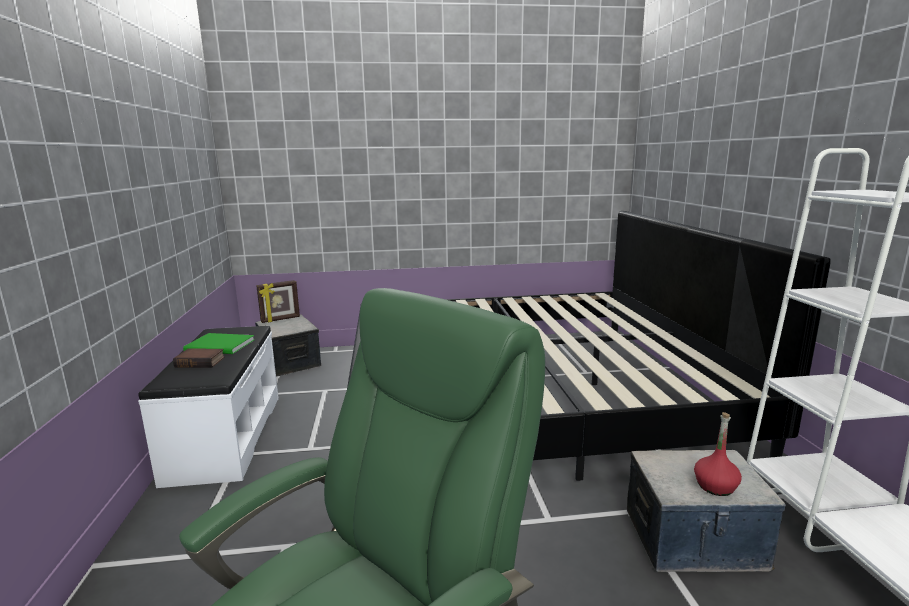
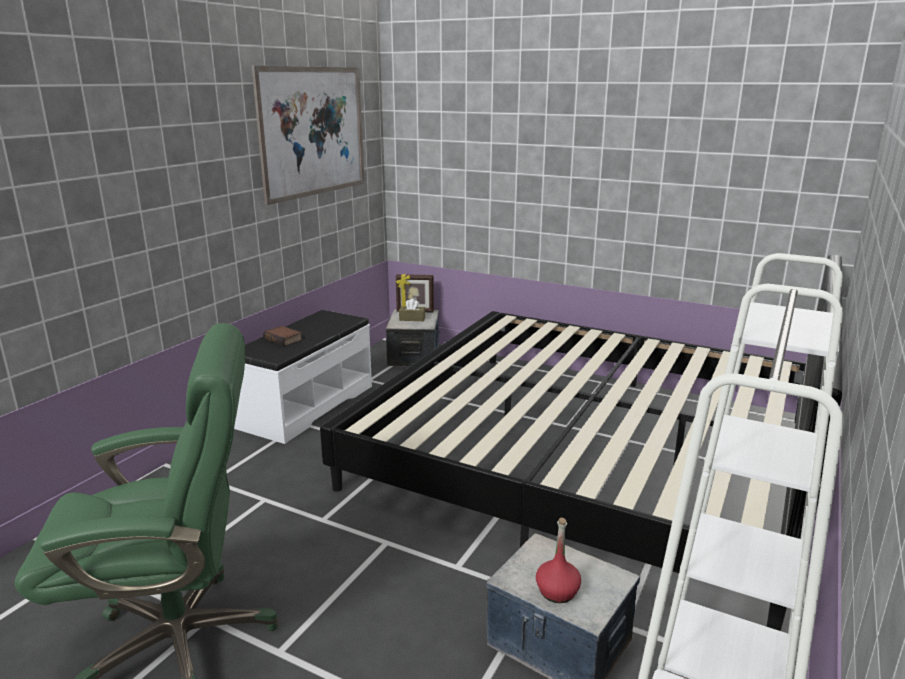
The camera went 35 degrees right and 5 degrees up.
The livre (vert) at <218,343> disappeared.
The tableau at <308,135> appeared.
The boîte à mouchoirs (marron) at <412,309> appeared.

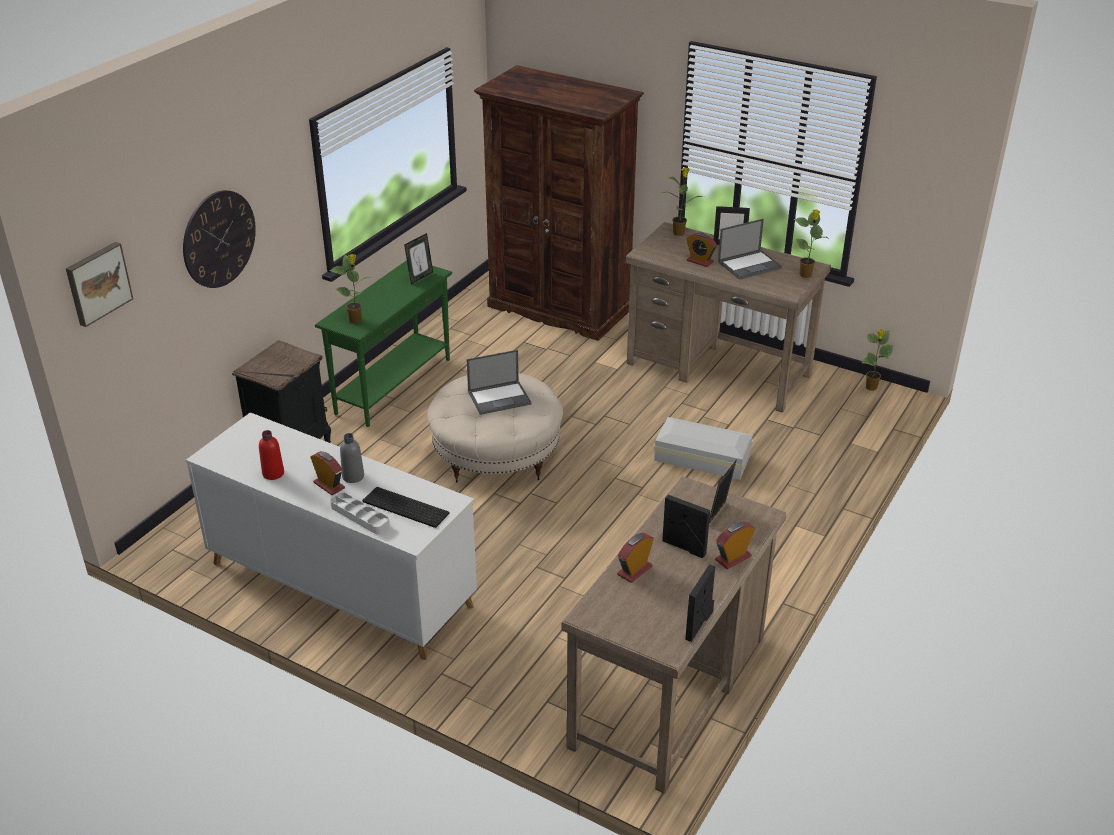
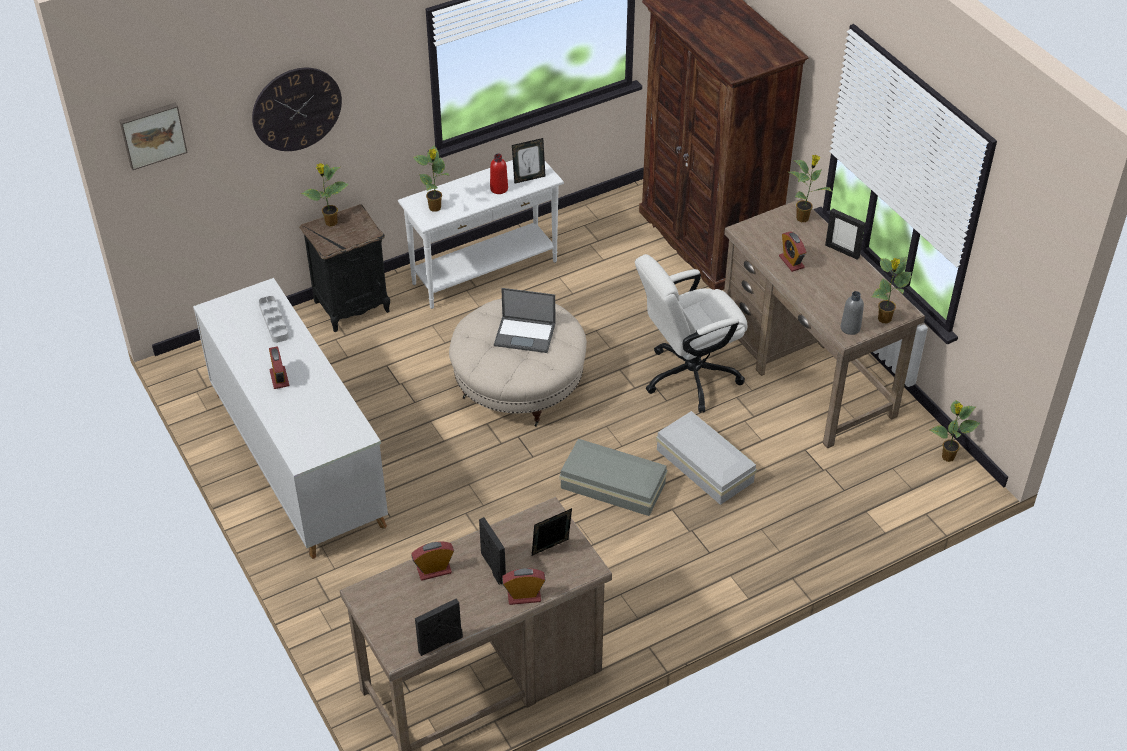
The camera went 30 degrees right and 10 degrees up.
The clavier at <406,507> disappeared.
The ordinateur portable at <750,249> disappeared.
The plante en pot at <325,194> appeared.
The boîte de rangement (gris) at <613,477> appeared.
The chaise de bureau (blanc) at <691,333> appeared.
The bouteille (rouge) moved from <271,455> to <499,173>.
The plateau (gris) moved from <360,513> to <274,319>.
The bouteille (gris) moved from <352,458> to <852,313>.
The table console (vert) at <383,343> became the table console (blanc) at <481,234>.

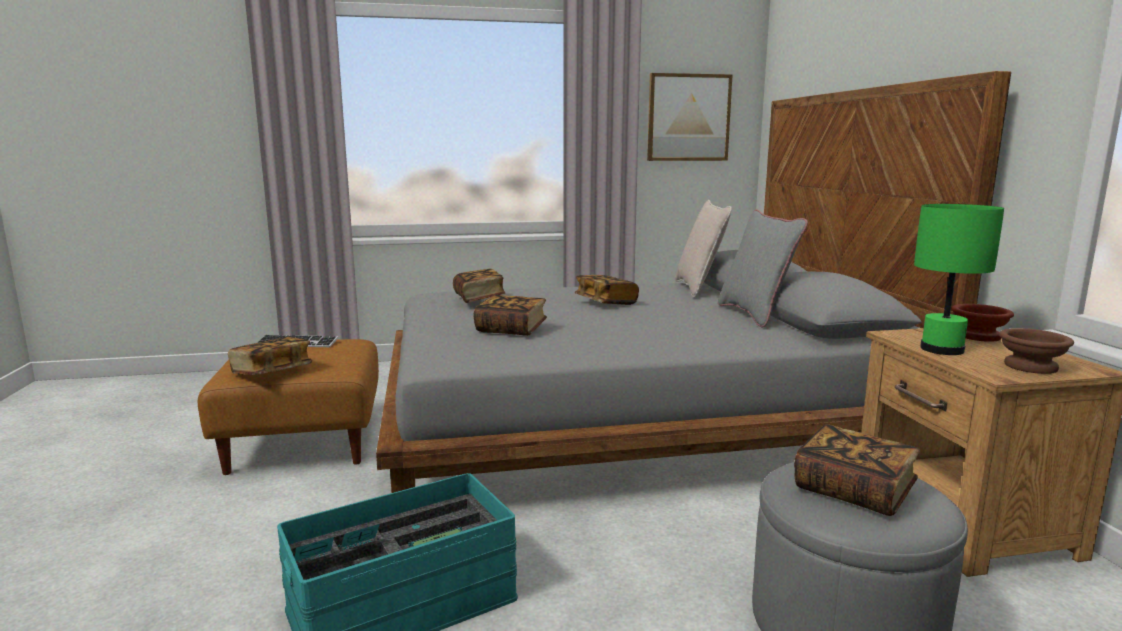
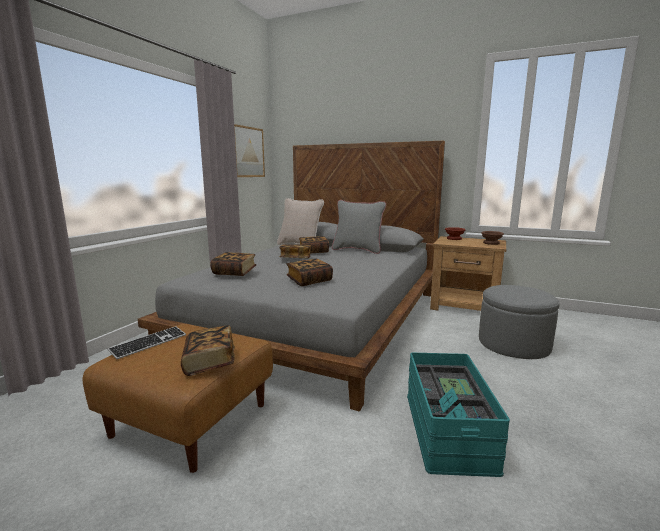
The camera went 55 degrees left and 0 degrees up.
The lampe de table (vert) at <959,279> disappeared.
The livre moved from <857,470> to <314,245>.

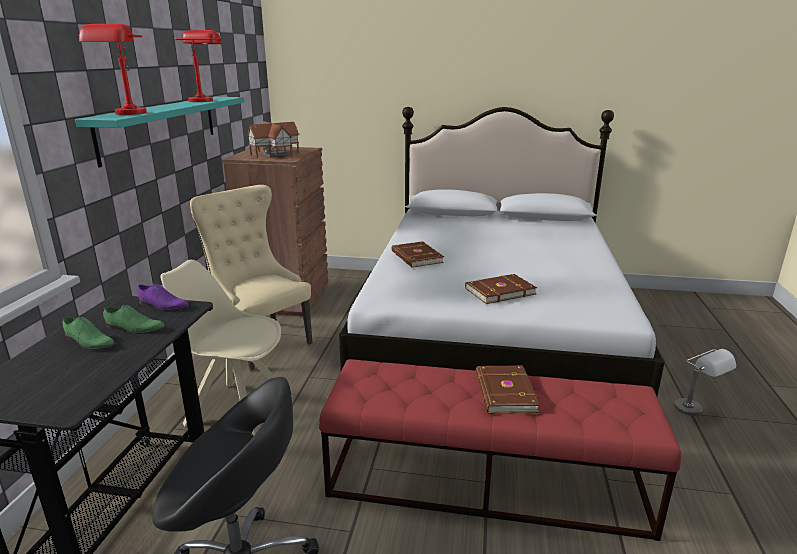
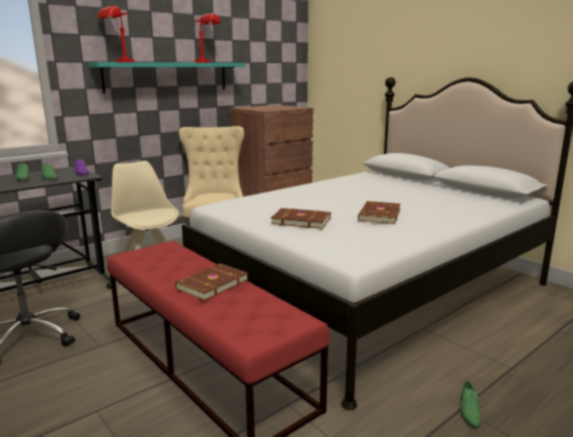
The camera went 40 degrees right and 5 degrees down.
The maison miniature at <273,140> disappeared.
The livre (marron) moved from <417,254> to <379,212>.
The lampe de table (gris) at <705,382> was replaced by the chaussure (vert) at <471,404>.

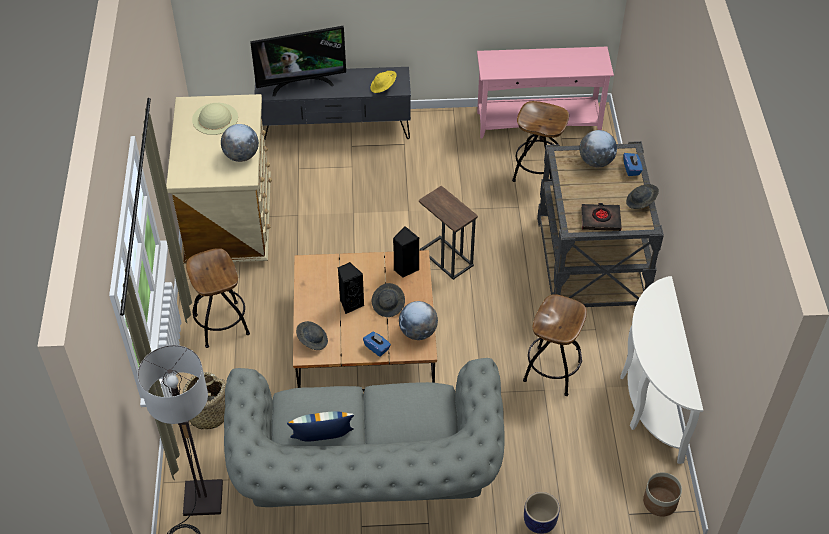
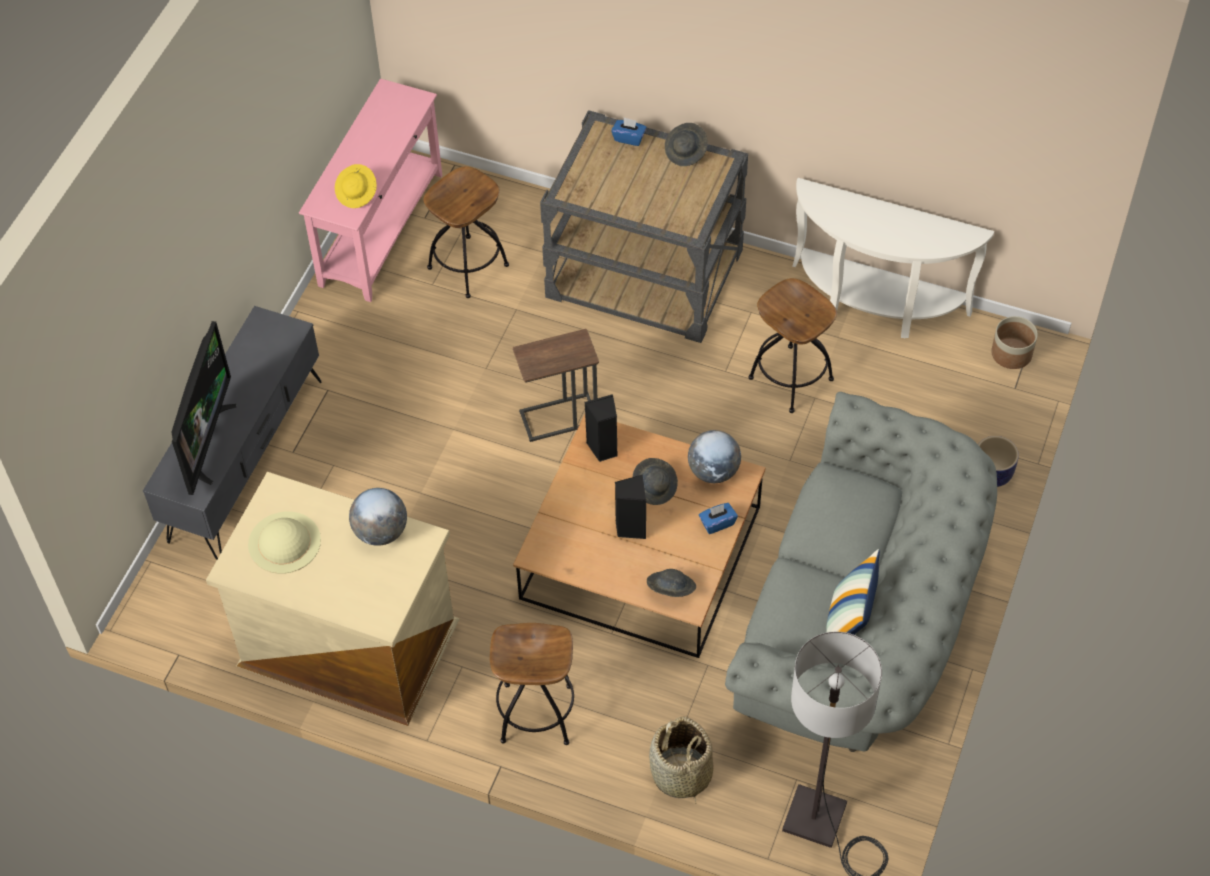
The camera went 65 degrees left and 5 degrees up.
The globe at <598,148> disappeared.
The livre (noir) at <601,217> disappeared.
The chapeau (jaune) moved from <384,82> to <356,186>.

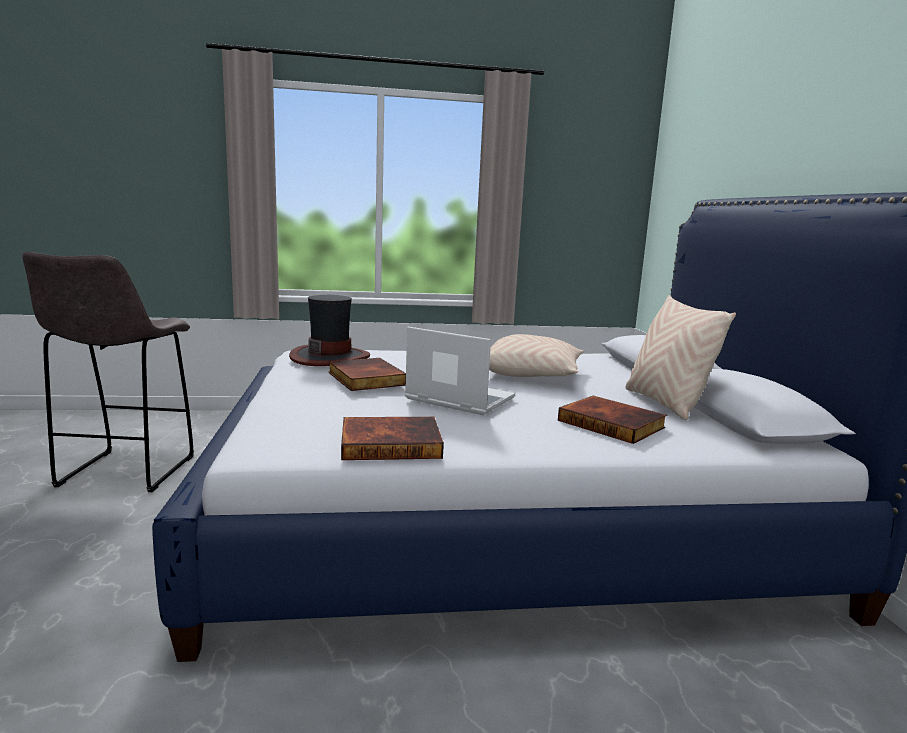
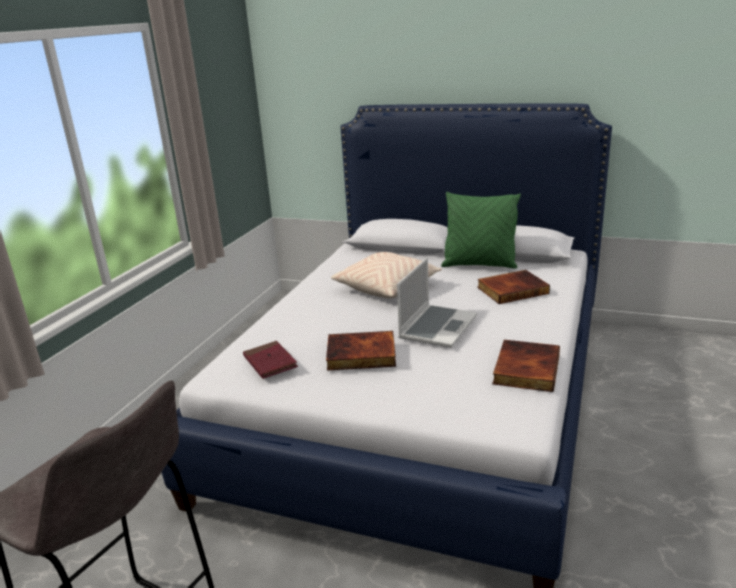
The camera went 60 degrees left and 10 degrees up.
The chapeau at <329,330> was replaced by the livre (rouge) at <270,360>.
The coussin (beige) at <681,357> became the coussin (vert) at <481,230>.
The ordinateur portable at <460,371> turned 150 degrees clockwise.

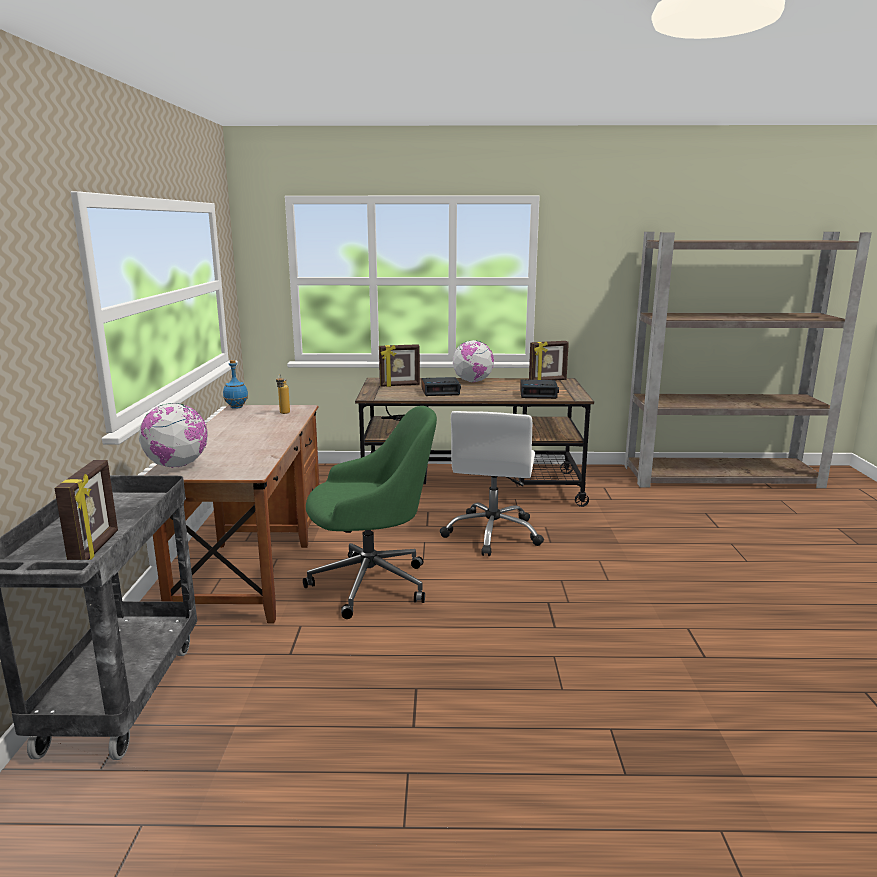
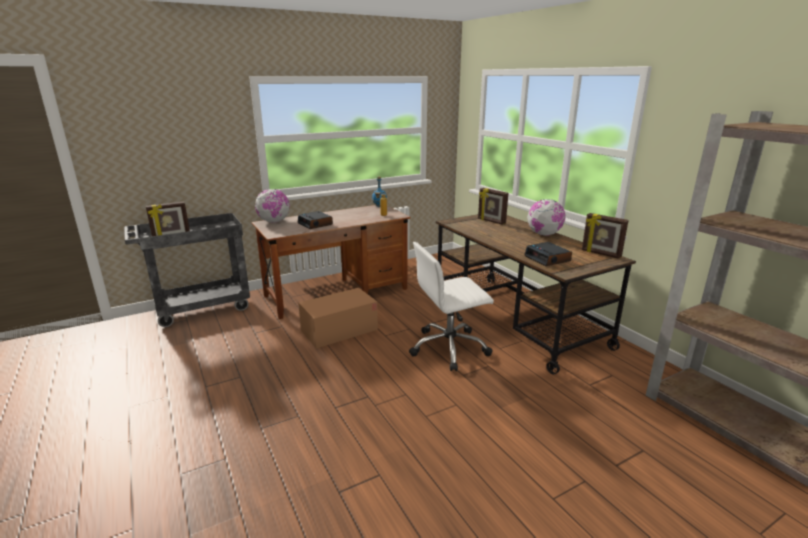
The camera went 60 degrees right and 5 degrees up.
The réveil moved from <441,386> to <315,220>.
The chaise de bureau (vert) at <370,512> was replaced by the carton at <338,318>.

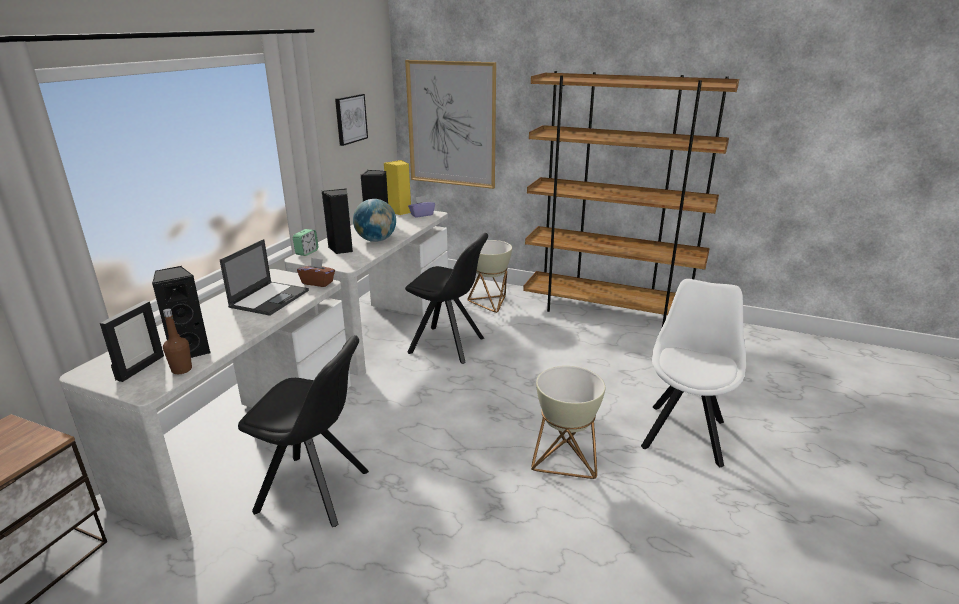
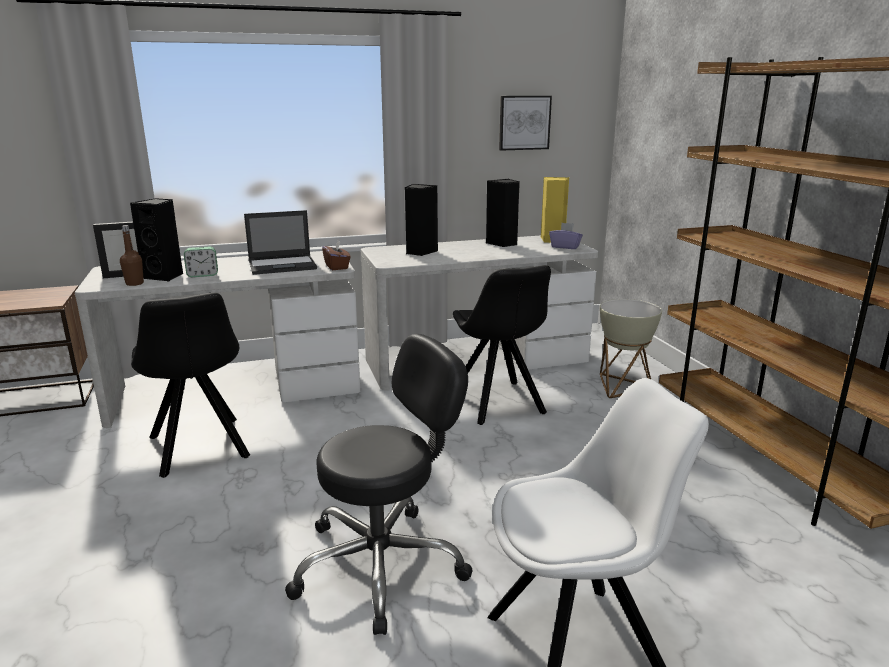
The camera went 50 degrees right and 5 degrees down.
The globe at <374,220> disappeared.
The tableau at <450,124> disappeared.
The réveil moved from <305,242> to <201,262>.
The cache-pot at <568,422> was replaced by the chaise de bureau (noir) at <379,484>.

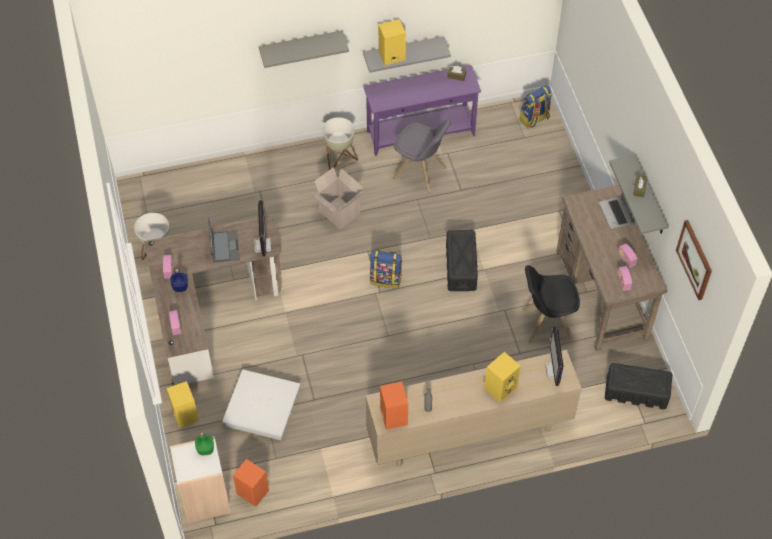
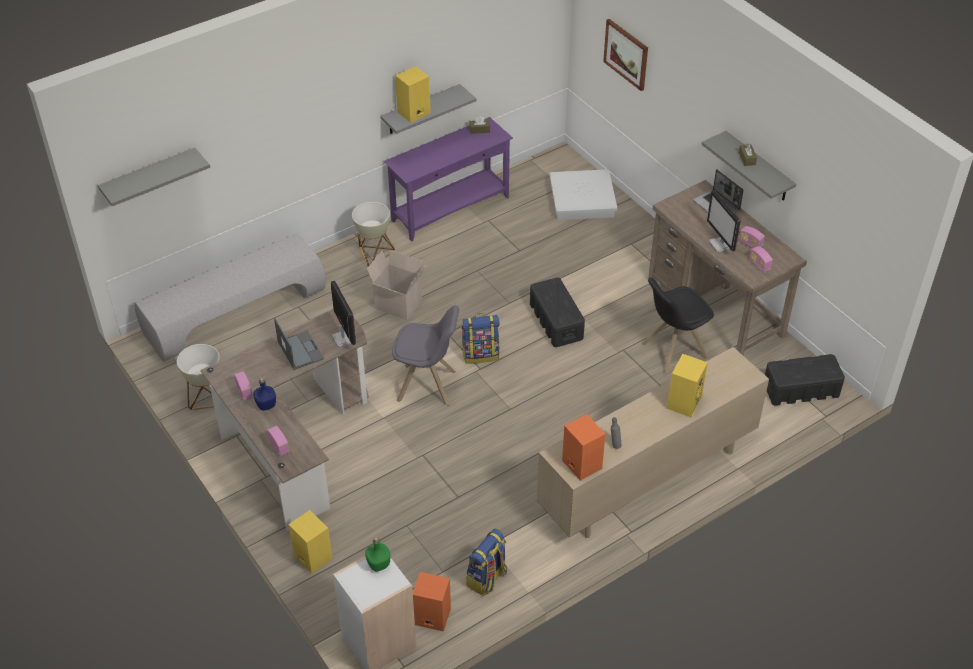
The camera went 20 degrees left and 10 degrees down.
The banc (gris) at <230,298> appeared.
The boîte de rangement (blanc) moved from <261,404> to <583,194>.
The étagère (gris) moved from <304,49> to <154,177>.
The chaise (gris) moved from <422,156> to <425,355>.
The sac à dos moved from <536,107> to <486,562>.
The écran d'ordinateur moved from <555,356> to <724,221>.
The tableau moved from <694,260> to <625,55>.

